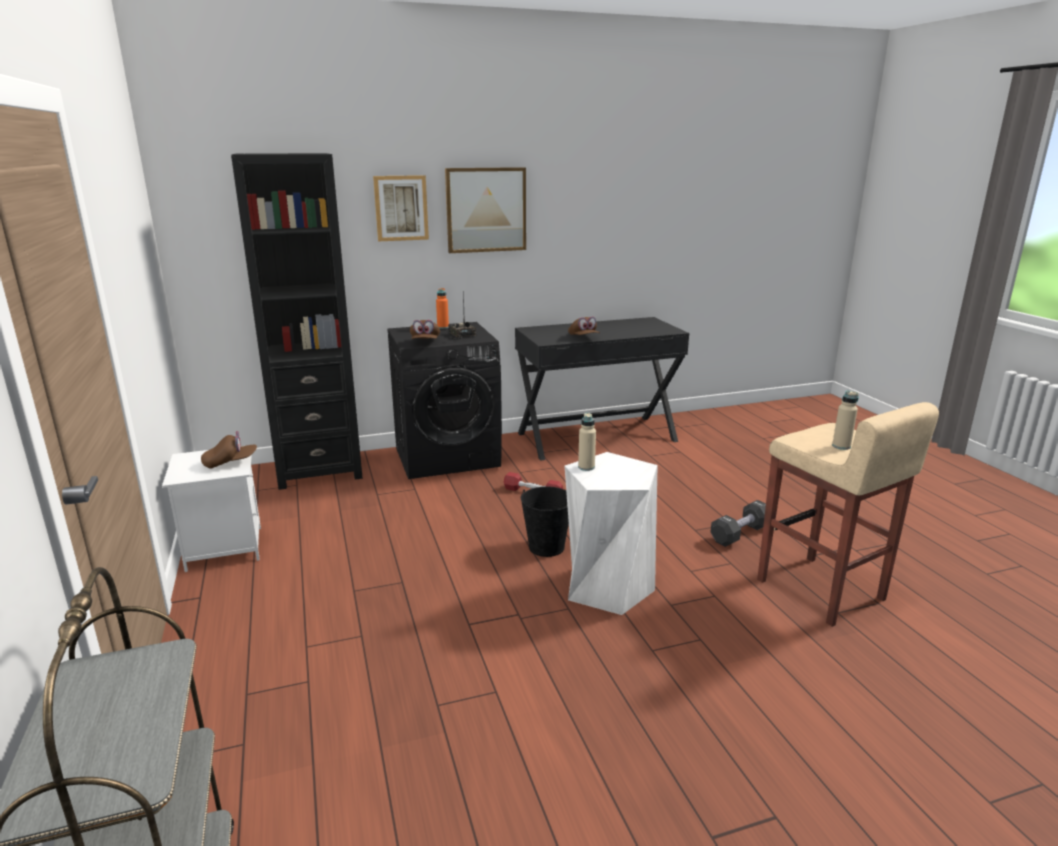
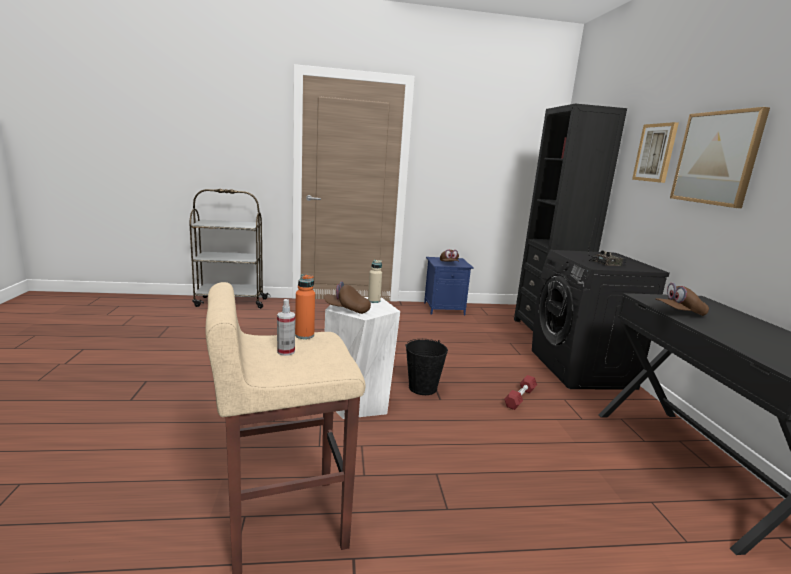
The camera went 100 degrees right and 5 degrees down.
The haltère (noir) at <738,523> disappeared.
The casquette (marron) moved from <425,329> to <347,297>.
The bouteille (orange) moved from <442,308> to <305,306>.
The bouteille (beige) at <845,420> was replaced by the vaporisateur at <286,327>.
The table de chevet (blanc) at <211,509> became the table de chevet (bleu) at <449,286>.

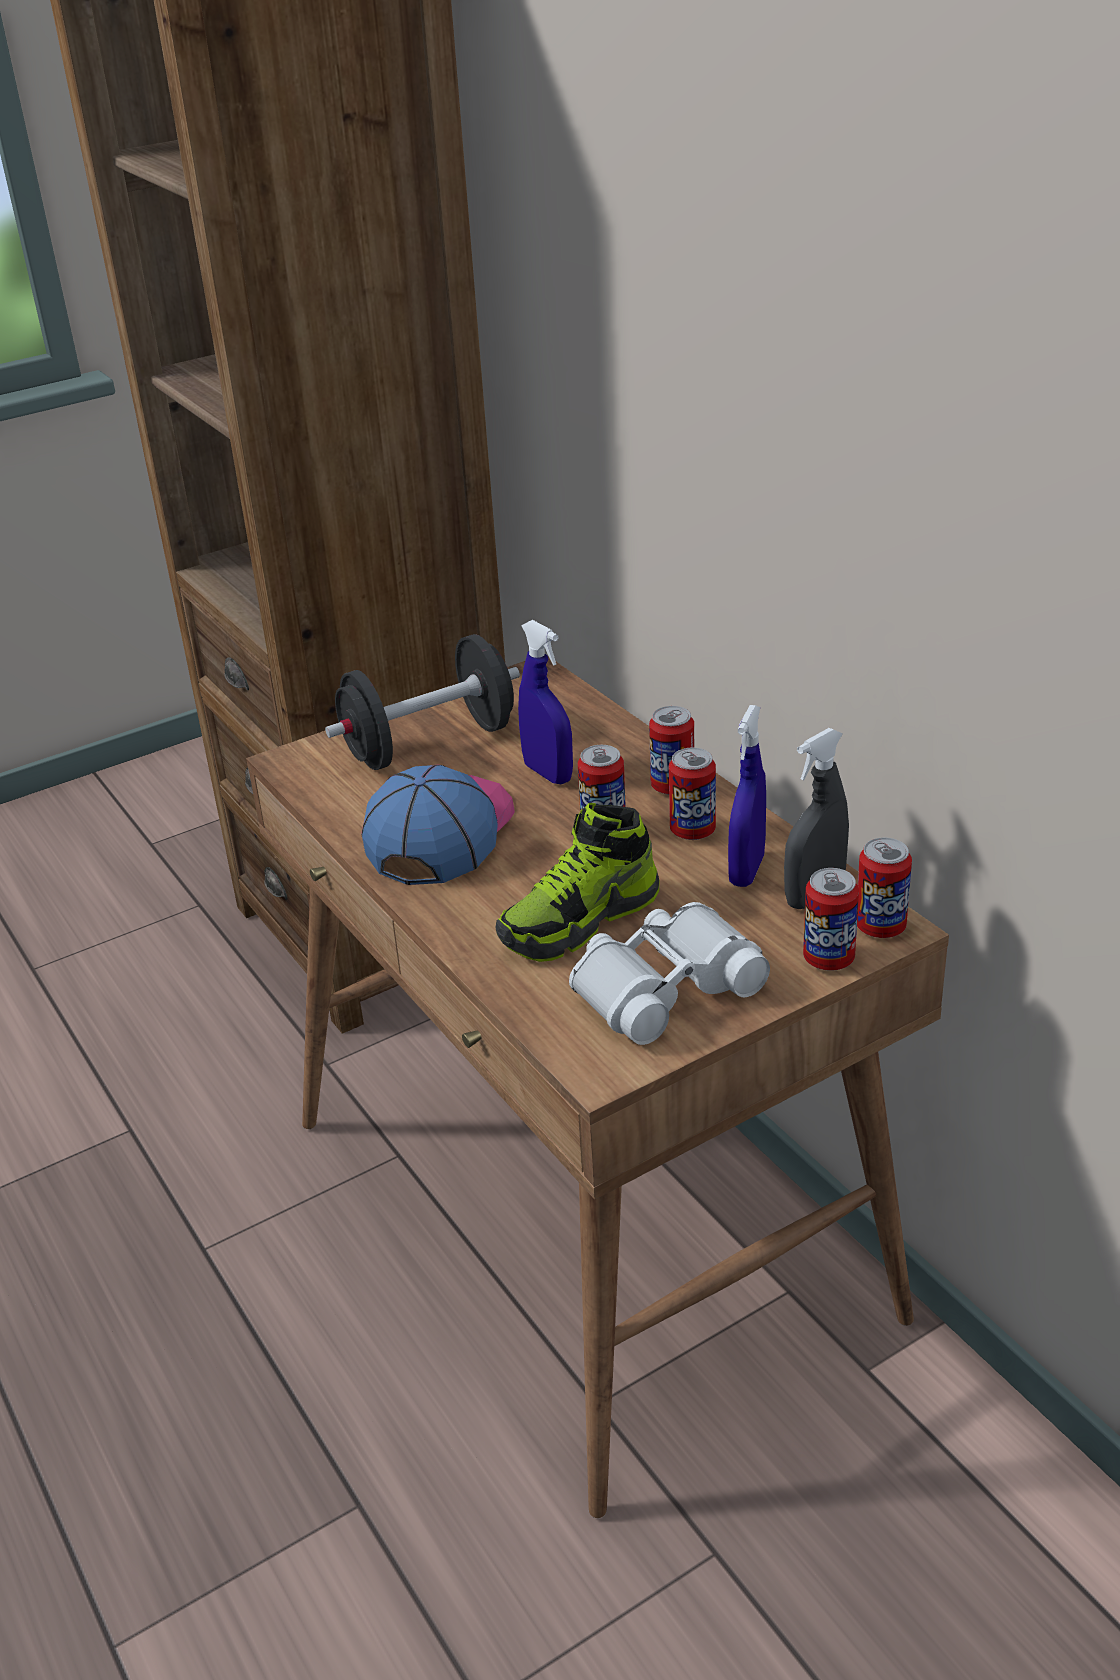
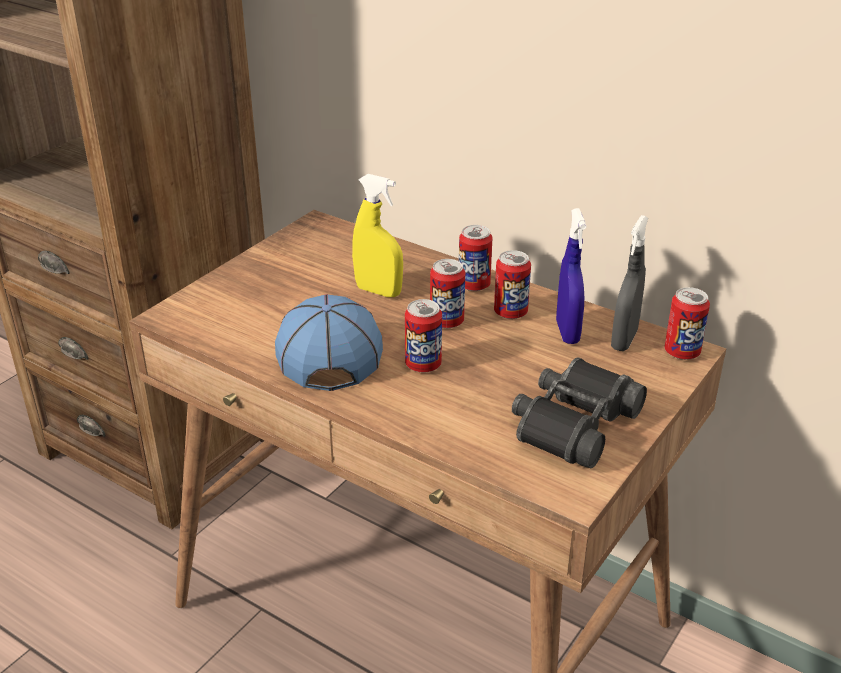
The camera went 25 degrees left and 0 degrees up.
The haltère (noir) at <422,702> disappeared.
The chaussure at <577,882> disappeared.
The boîte métallique moved from <831,919> to <423,336>.
The vaporisateur (bleu) at <545,702> became the vaporisateur (jaune) at <377,235>.
The jumelles (blanc) at <669,973> became the jumelles (noir) at <579,412>.

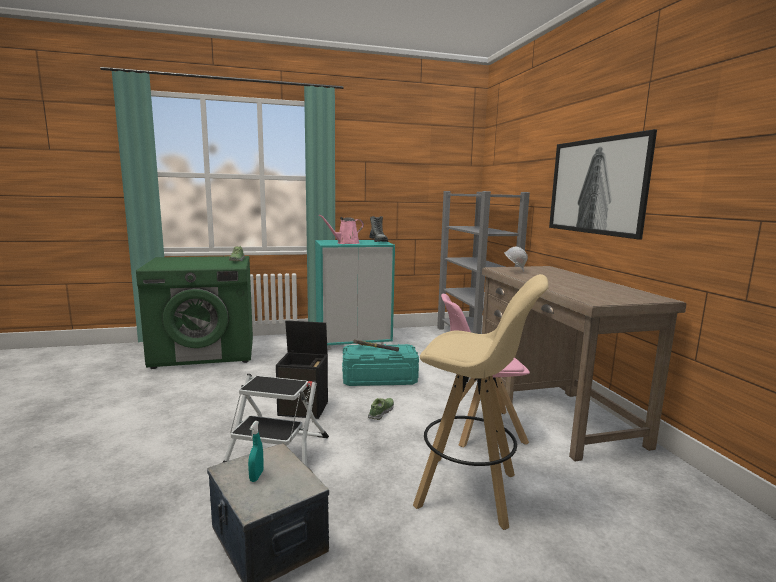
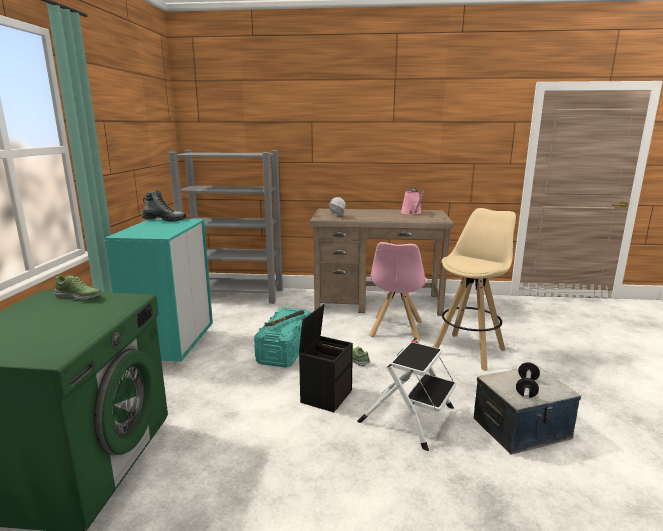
The camera went 70 degrees left and 5 degrees up.
The tableau at <603,184> disappeared.
The arrosoir (rose) moved from <341,229> to <413,201>.
The vaporisateur (turquoise) at <256,451> was replaced by the haltère at <528,380>.

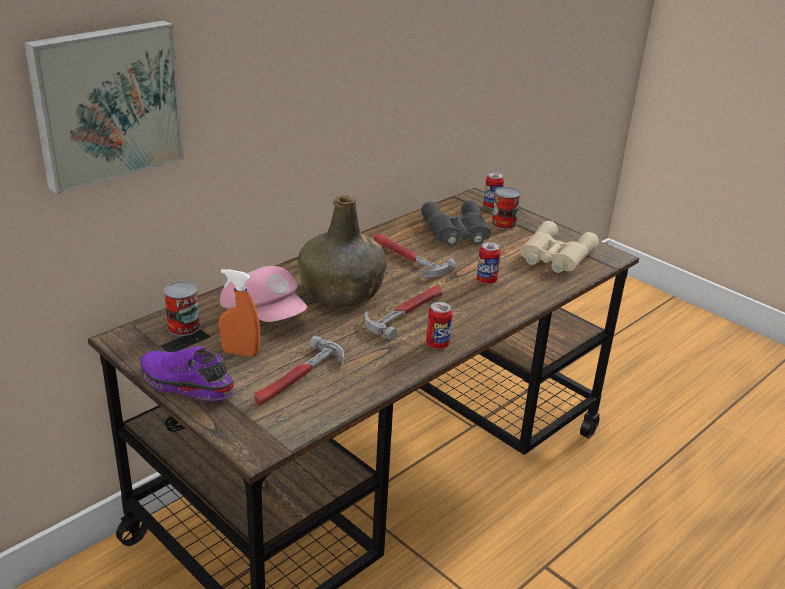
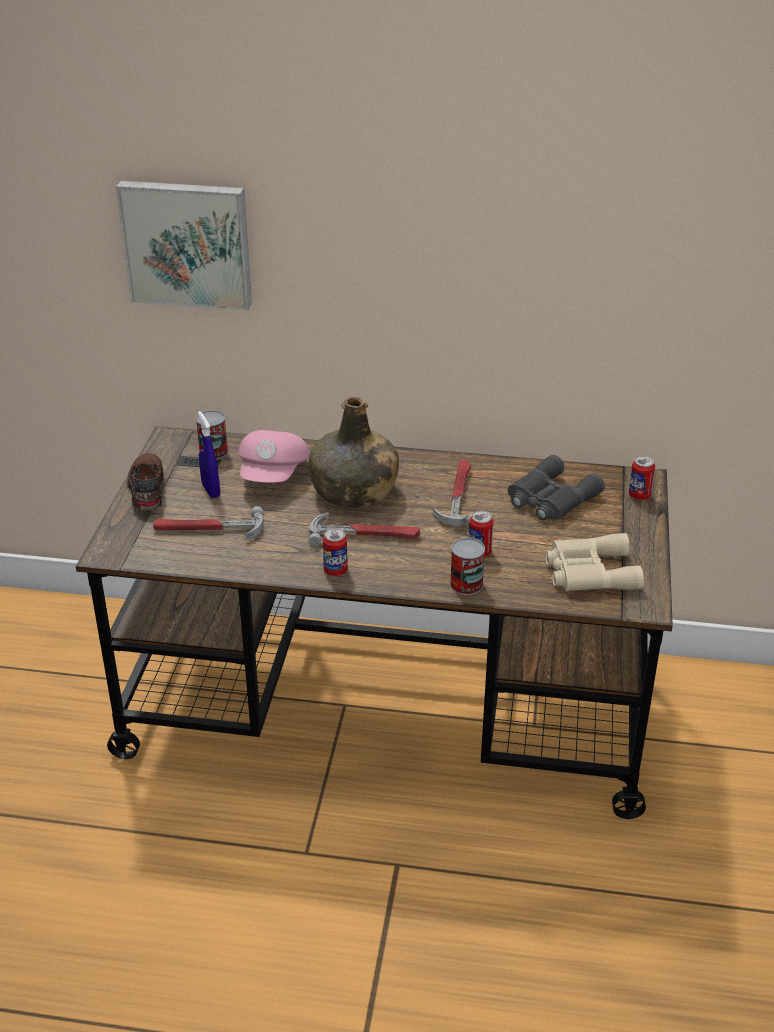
The camera went 55 degrees right and 5 degrees up.
The boîte métallique moved from <506,208> to <467,566>.
The chaussure (violet) at <188,373> became the chaussure (marron) at <144,482>.
The vaporisateur (orange) at <239,313> became the vaporisateur (bleu) at <209,454>.

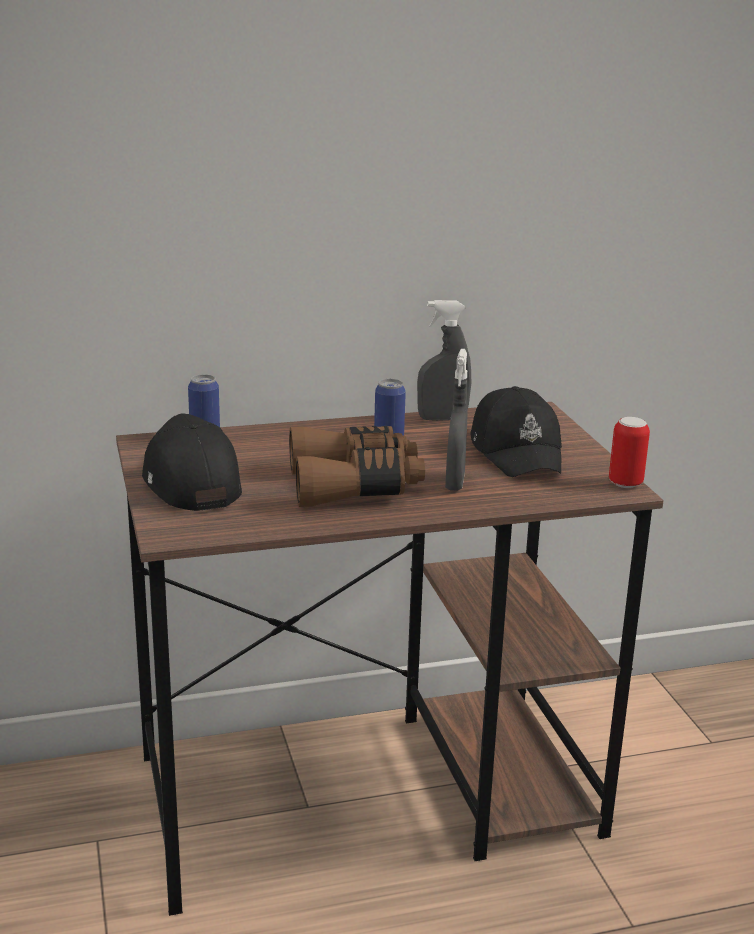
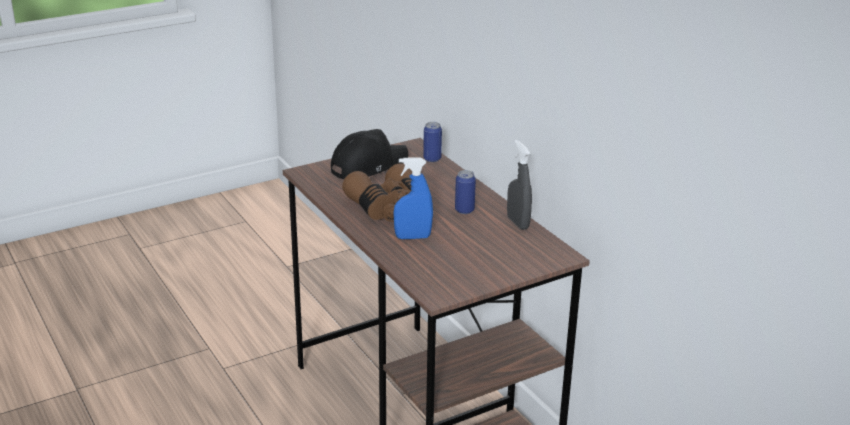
The camera went 75 degrees right and 5 degrees up.
The casquette (noir) at <516,431> disappeared.
The boîte métallique at <629,452> disappeared.
The vaporisateur (gris) at <456,420> became the vaporisateur (bleu) at <413,198>.

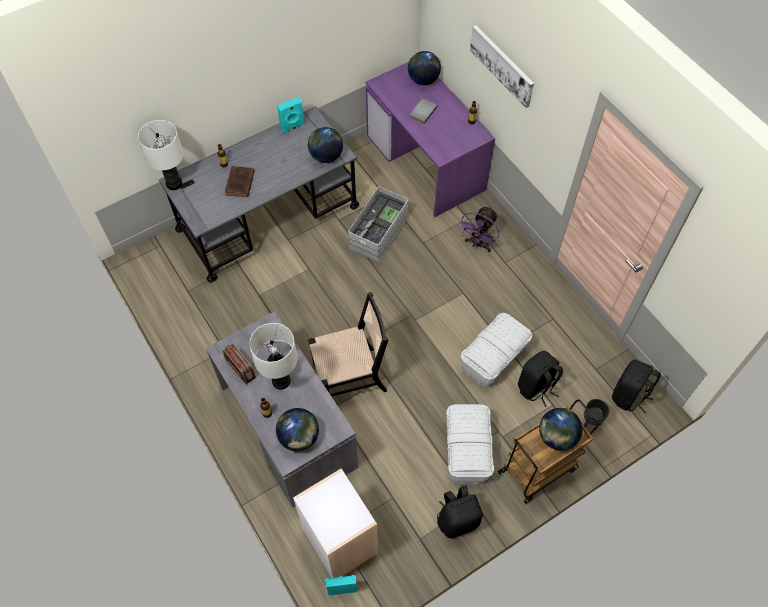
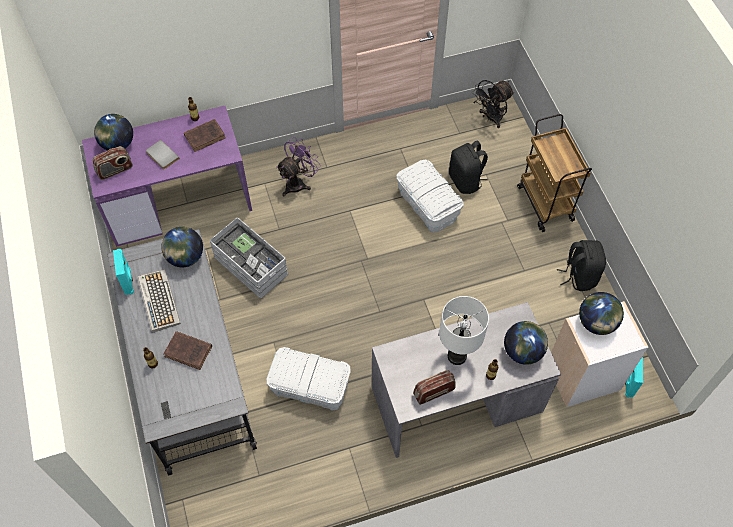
The camera went 75 degrees left and 0 degrees up.
The lampe de table (blanc) at <160,155> disappeared.
The chaise at <348,344> disappeared.
The tableau at <502,66> disappeared.
The cache-pot (noir) at <596,413> disappeared.
The radio at <113,163> appeared.
The clavier at <159,301> appeared.
The livre (marron) at <205,135> appeared.
The boîte de rangement (blanc) moved from <470,444> to <309,378>.
The globe moved from <560,429> to <601,313>.
The sac à dos (noir) at <636,386> was replaced by the ventilateur (noir) at <493,104>.
The ventilateur (violet) at <478,229> turned 90 degrees counterclockwise.

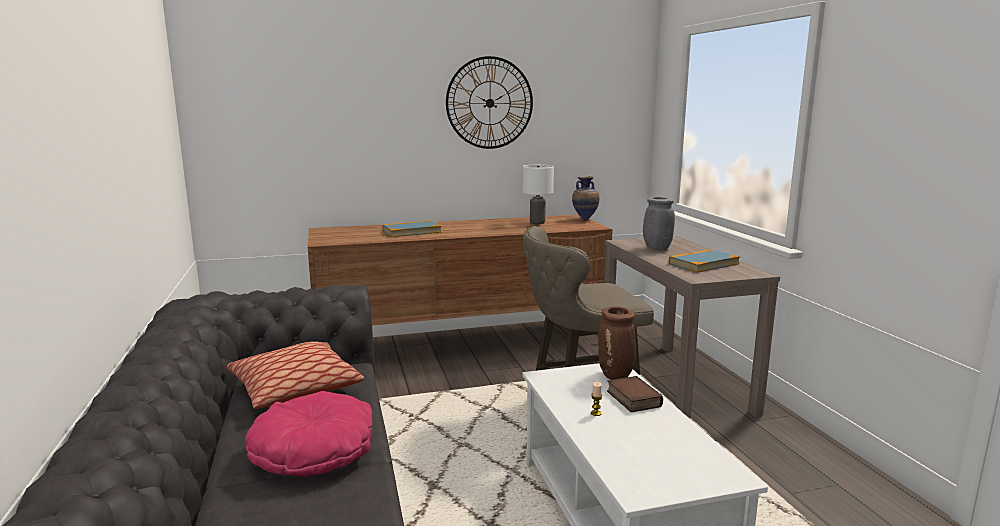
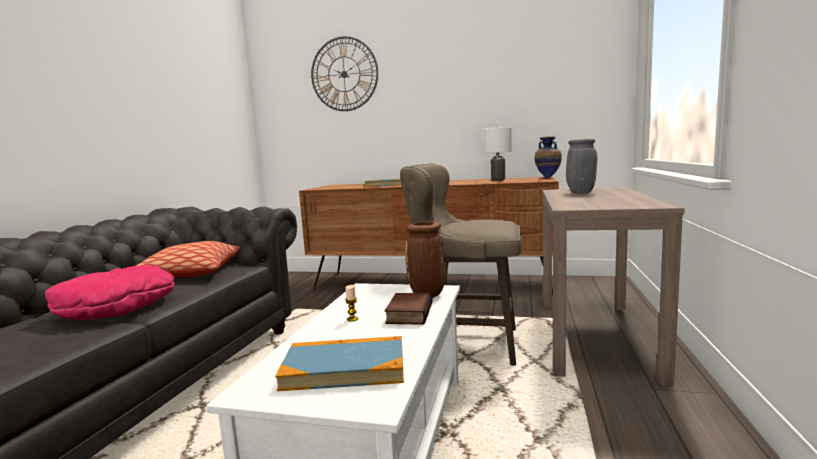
The camera went 30 degrees right and 5 degrees down.
The horloge murale moved from <489,102> to <344,73>.
The livre moved from <704,261> to <339,363>.

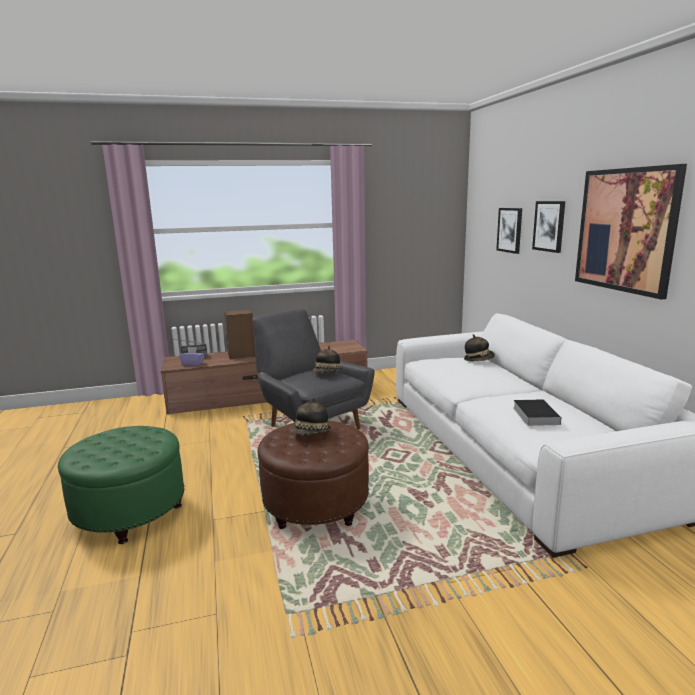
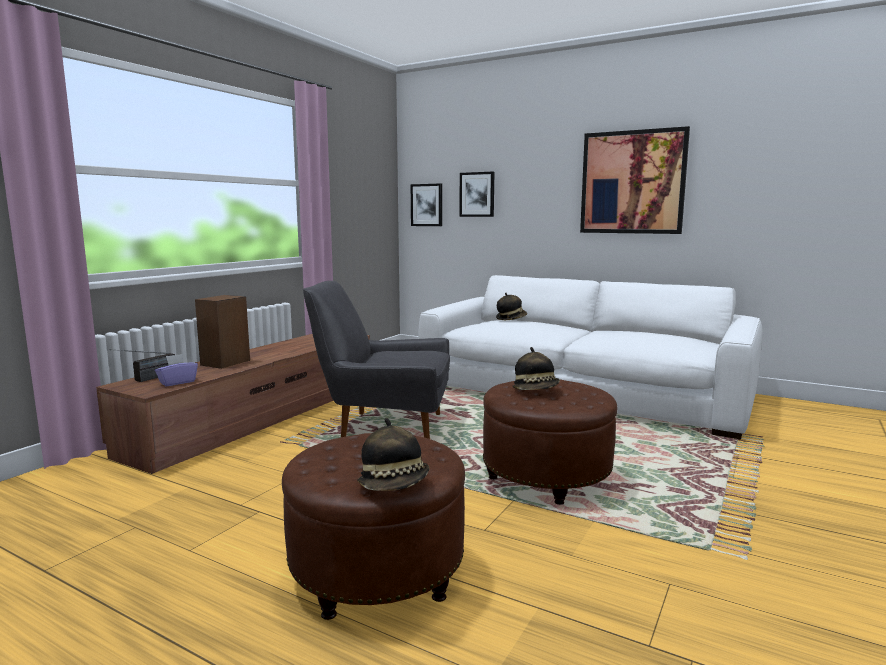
The camera went 45 degrees left and 5 degrees down.
The livre at <537,412> disappeared.
The chapeau moved from <327,359> to <394,454>.
The tableau moved from <548,227> to <426,204>.
The pouf (vert) at <121,485> became the pouf (marron) at <373,526>.

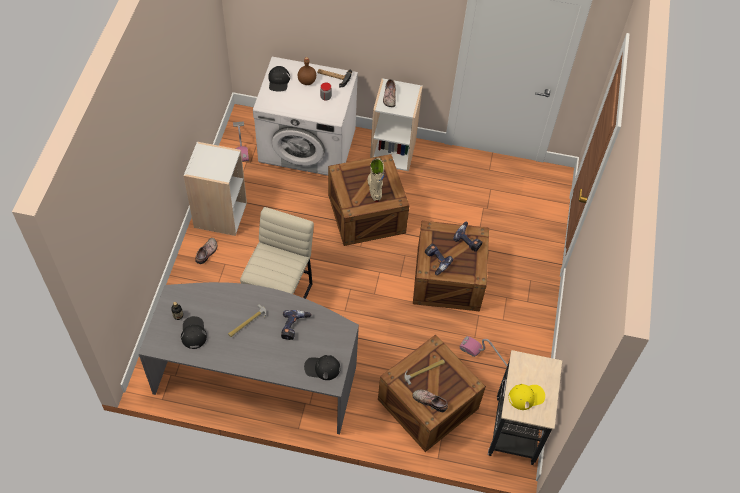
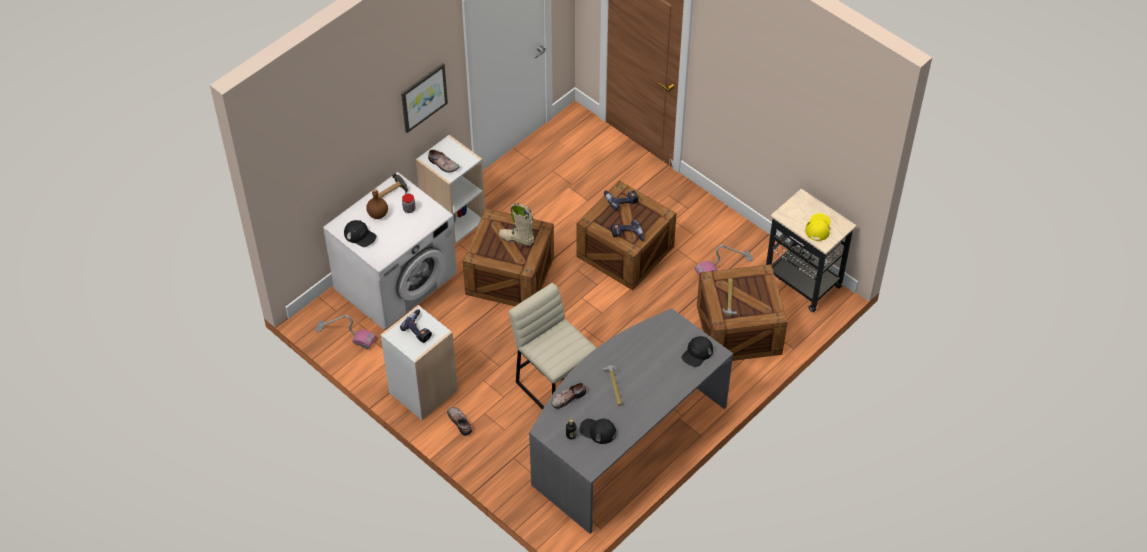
The camera went 55 degrees left and 5 degrees down.
The tableau at <424,98> appeared.
The perceuse moved from <296,325> to <416,326>.
The chaussure moved from <430,401> to <568,395>.

